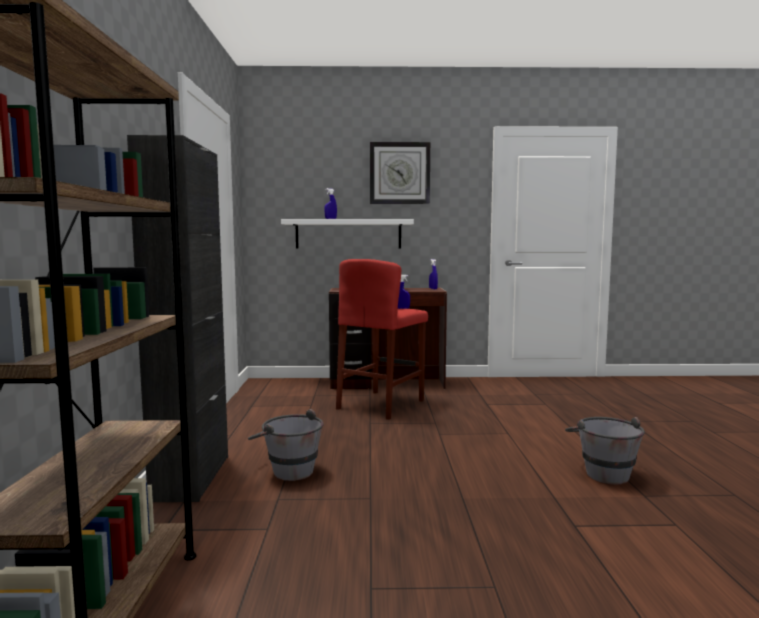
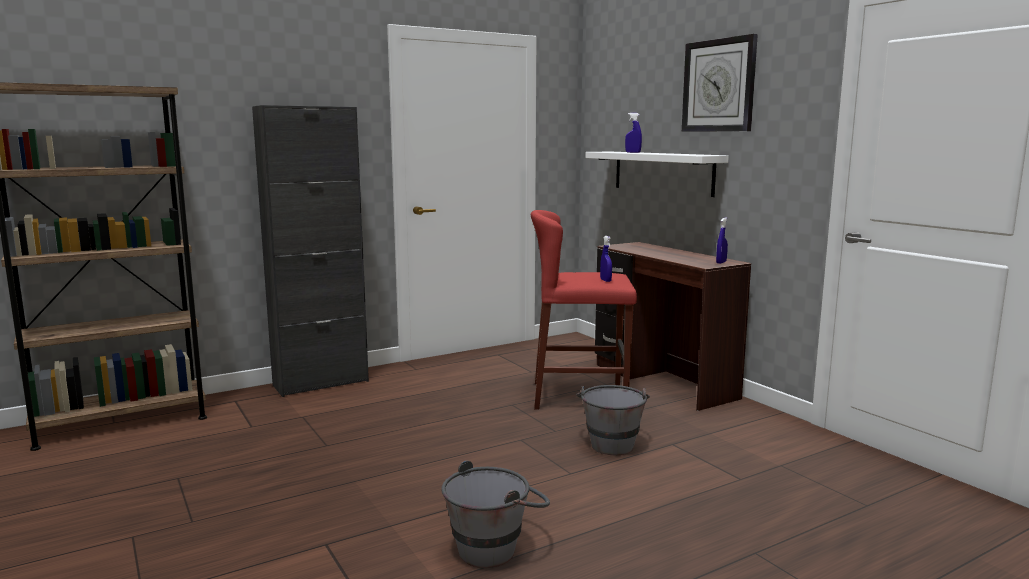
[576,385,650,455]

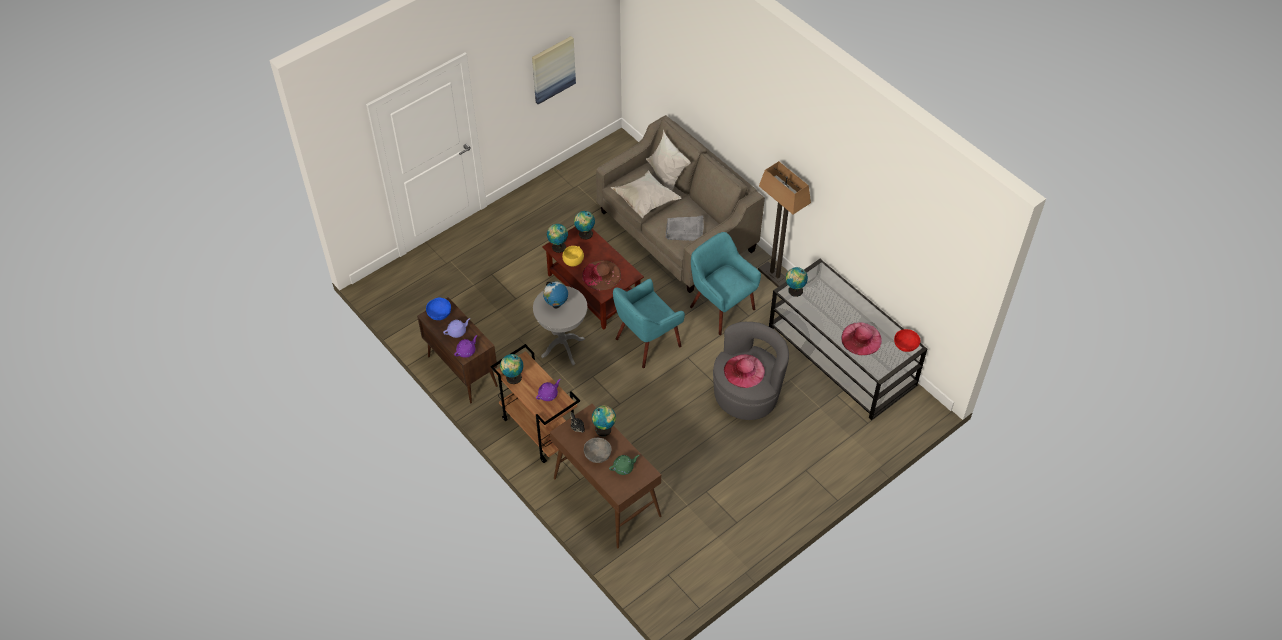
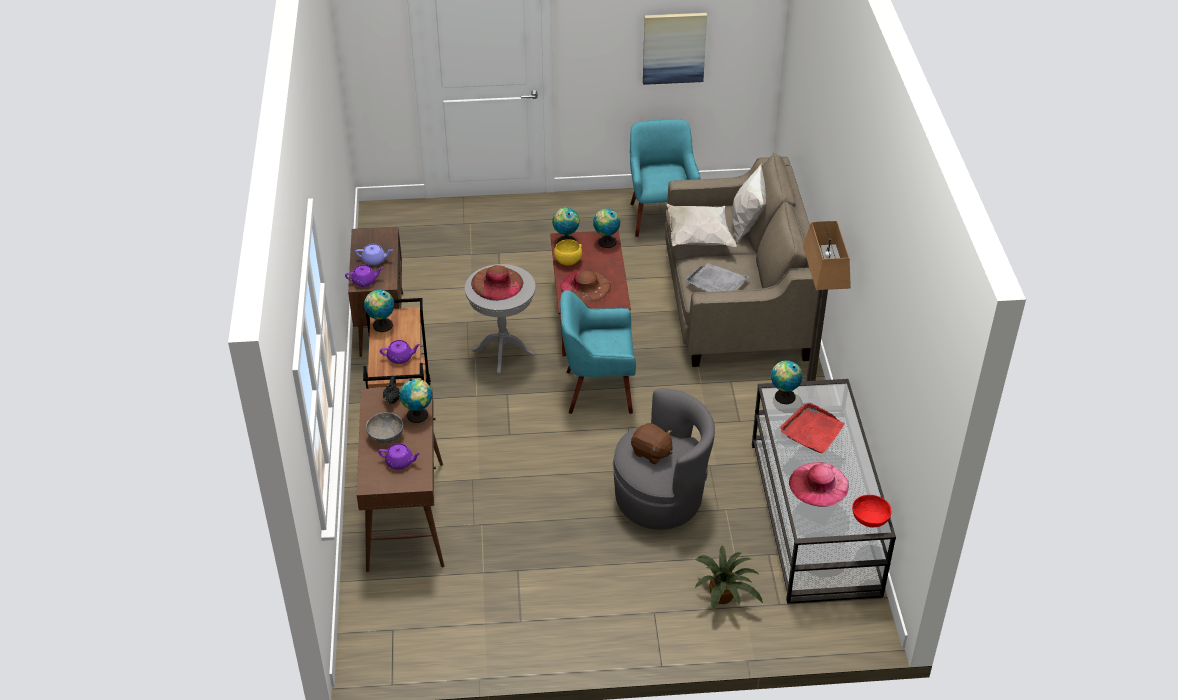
[426,297,451,320] (first image)
[694,545,763,610]
[780,403,845,453]
[630,119,700,237]
[471,265,523,301]
[631,423,672,465]
[378,443,421,470]

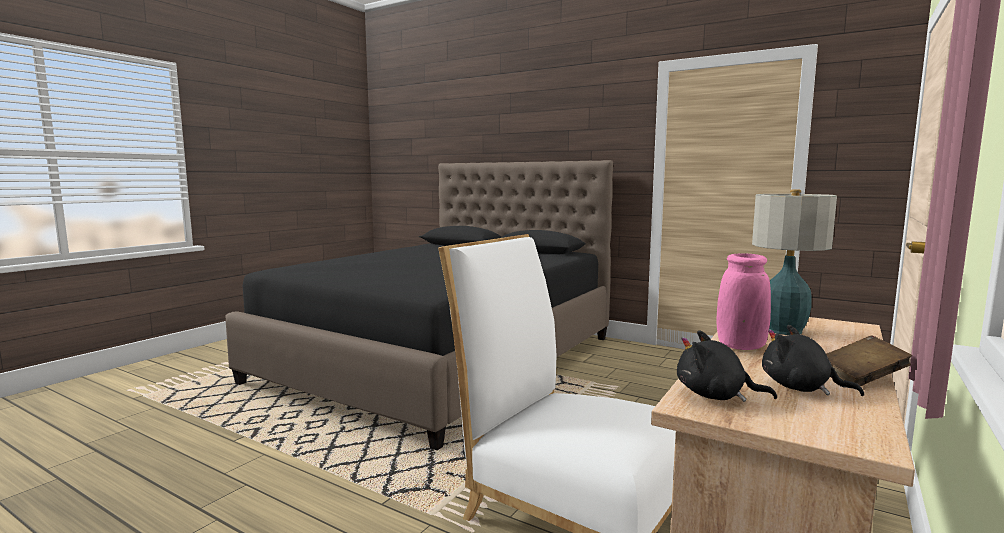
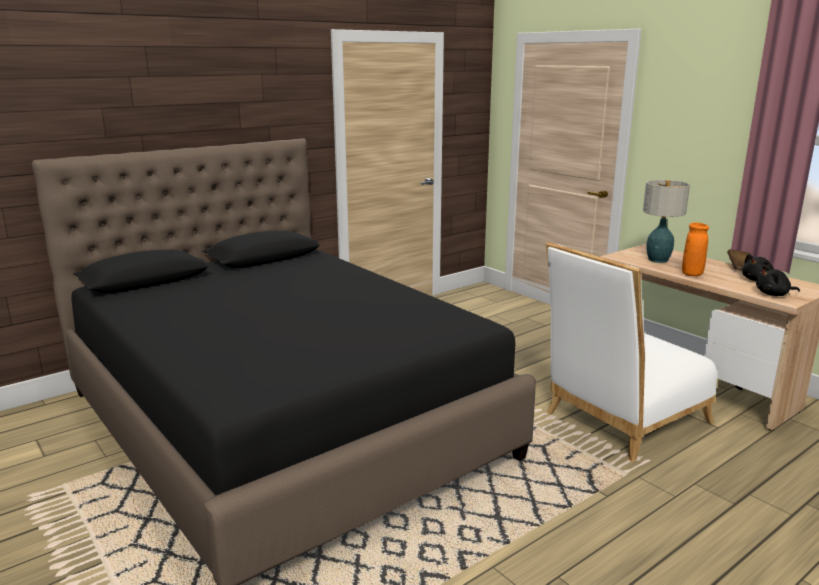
[682,222,709,276]
[756,265,800,296]

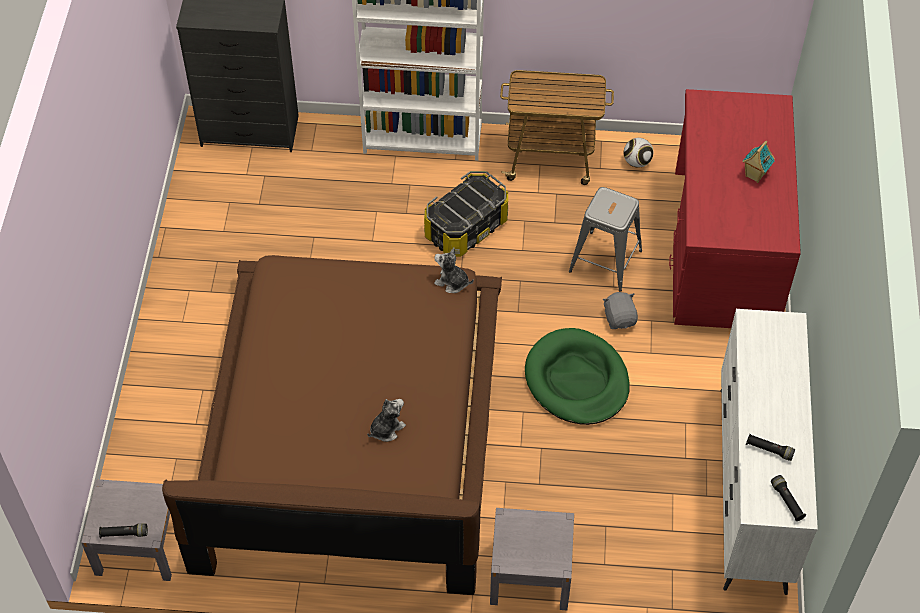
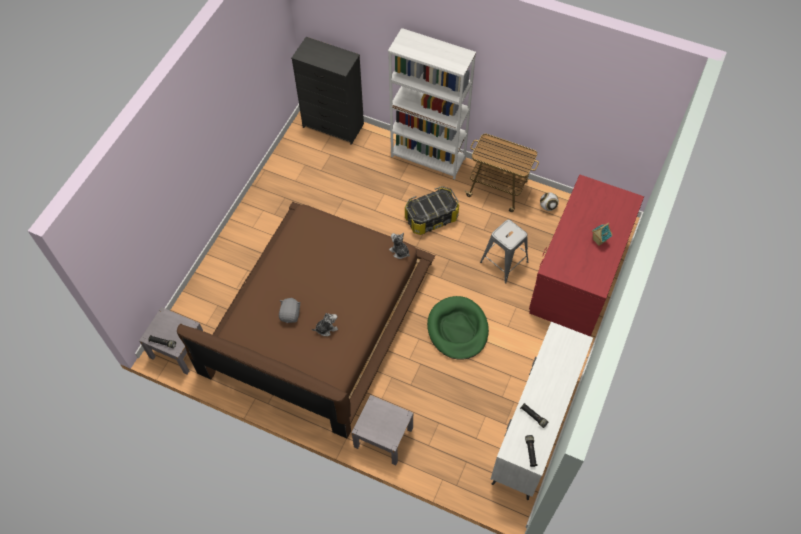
[279,298,301,323]

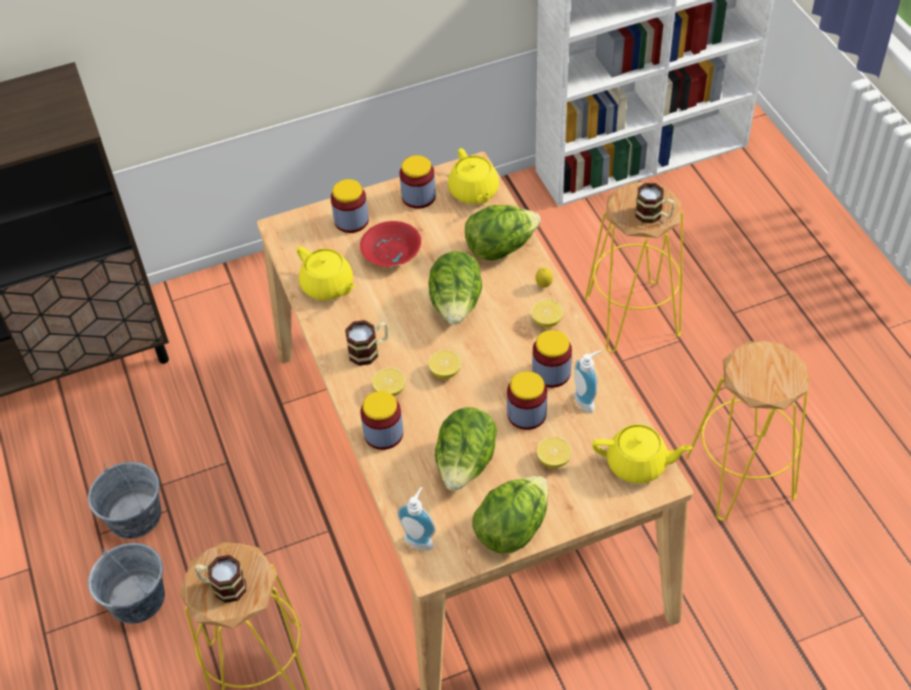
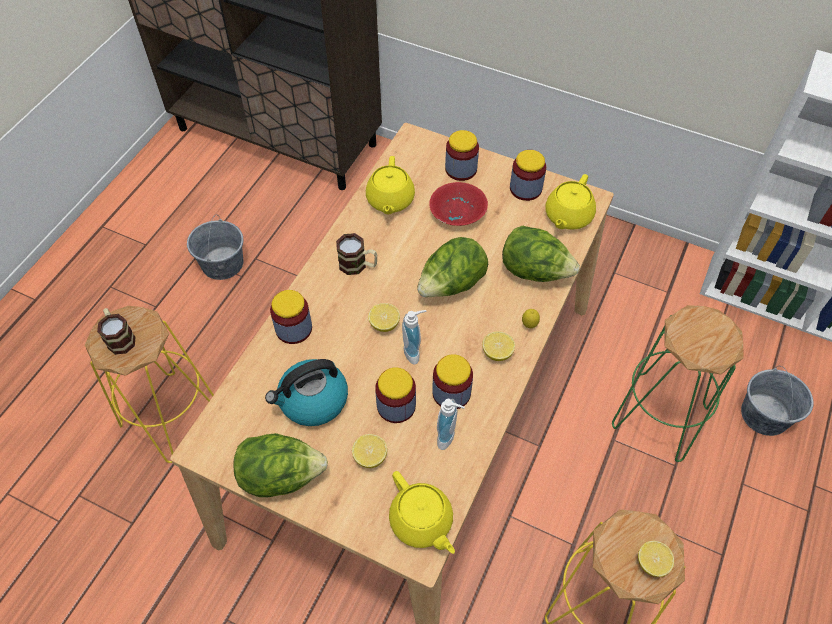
[635,183,675,223] (first image)
[741,366,813,436]
[638,541,674,577]
[402,310,427,364]
[265,359,348,426]
[612,305,744,462]

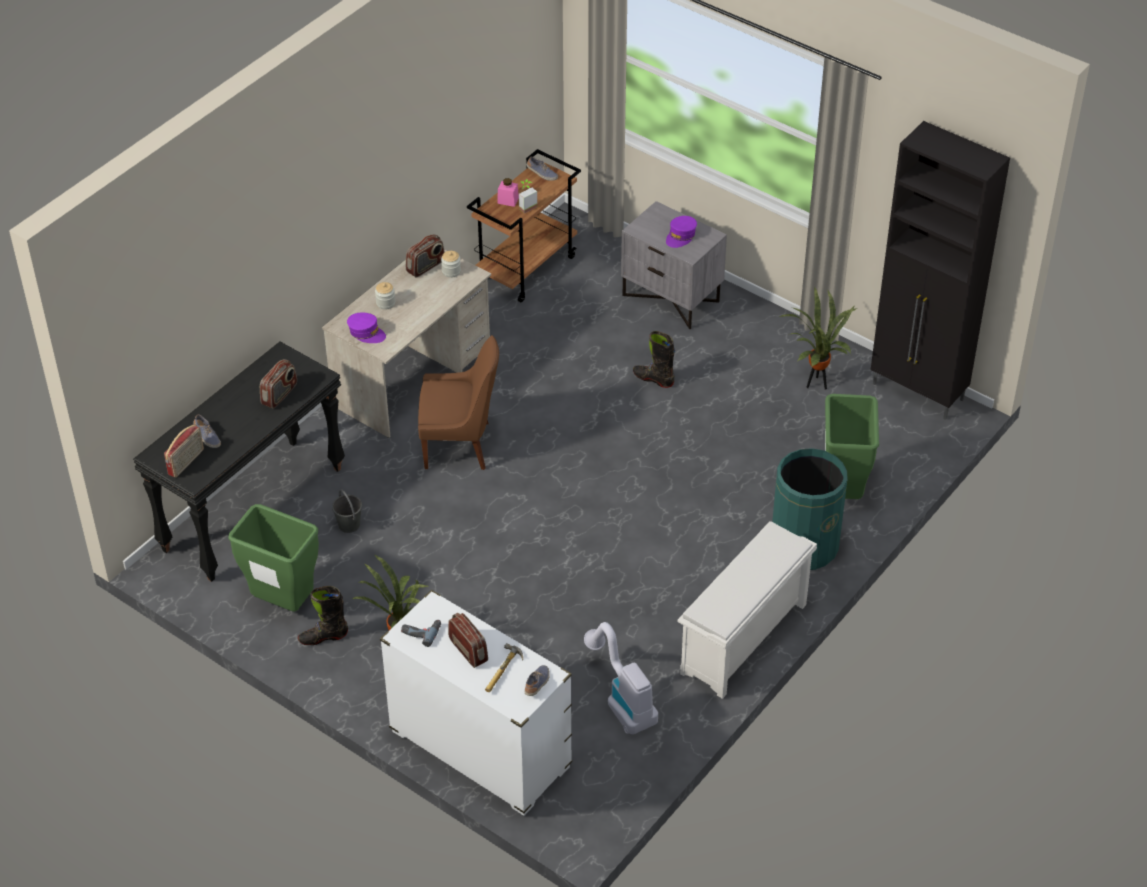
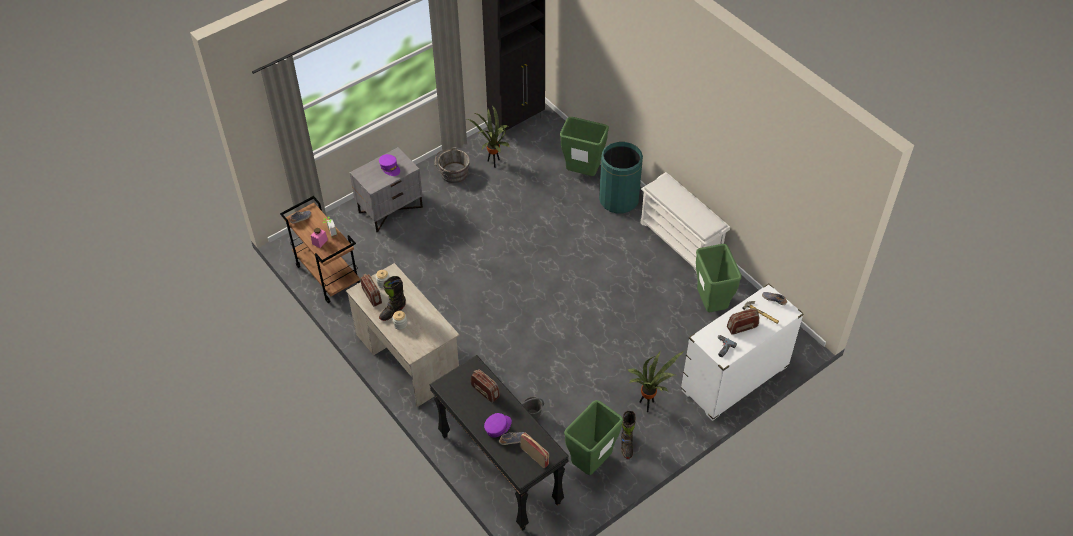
[418,335,499,470] (first image)
[435,147,470,183]
[484,413,512,437]
[379,276,406,321]
[696,244,742,312]

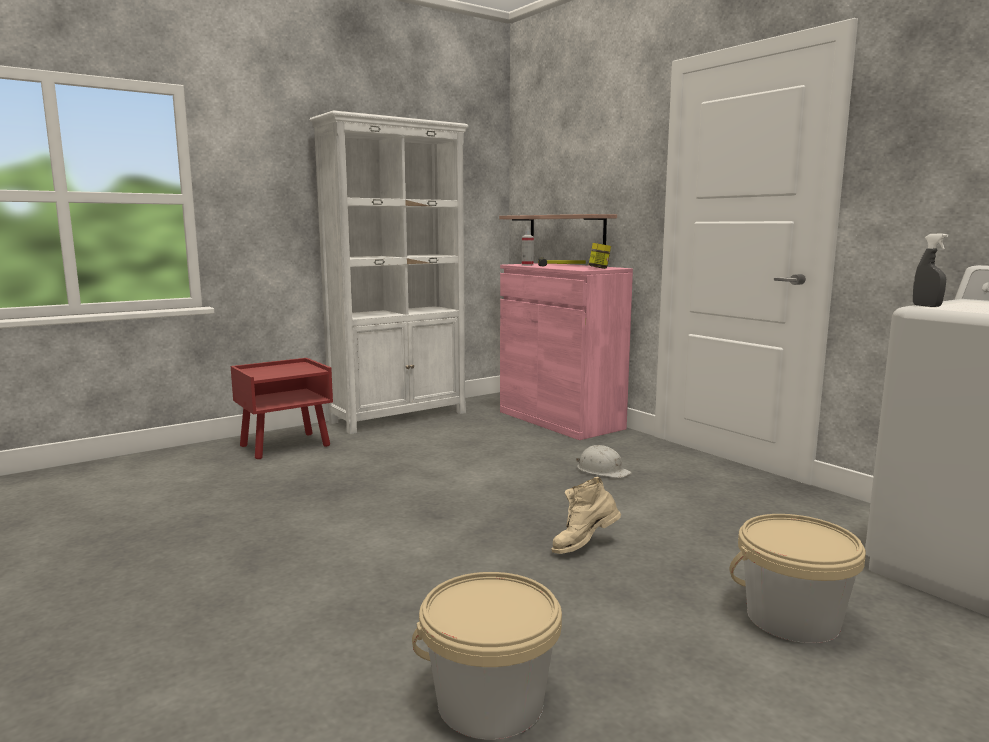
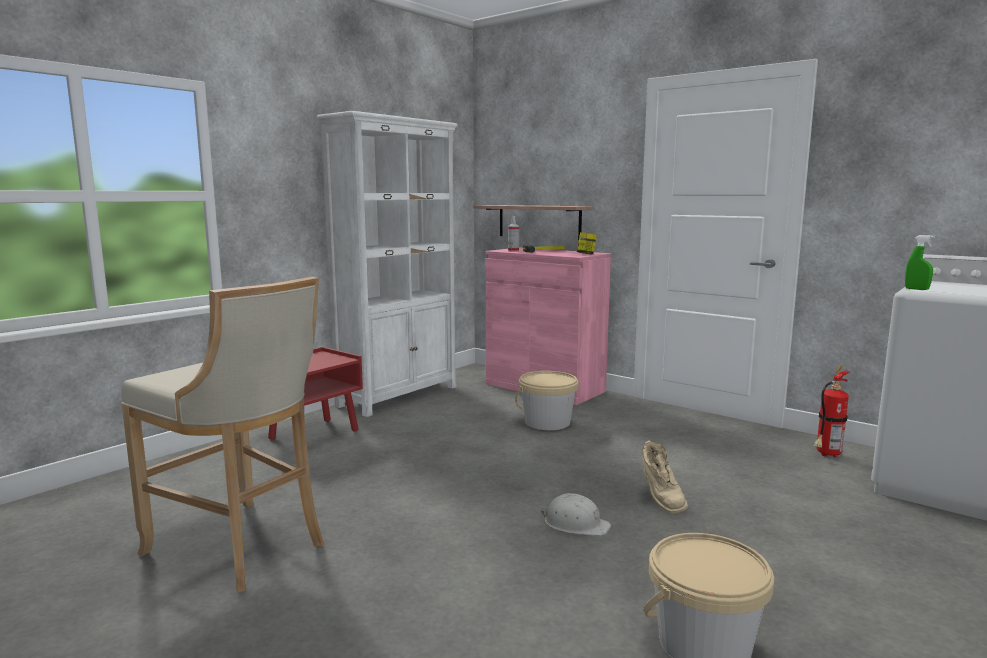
[121,277,323,592]
[814,366,849,457]
[541,493,611,536]
[515,371,579,431]
[905,235,934,290]
[642,440,688,514]

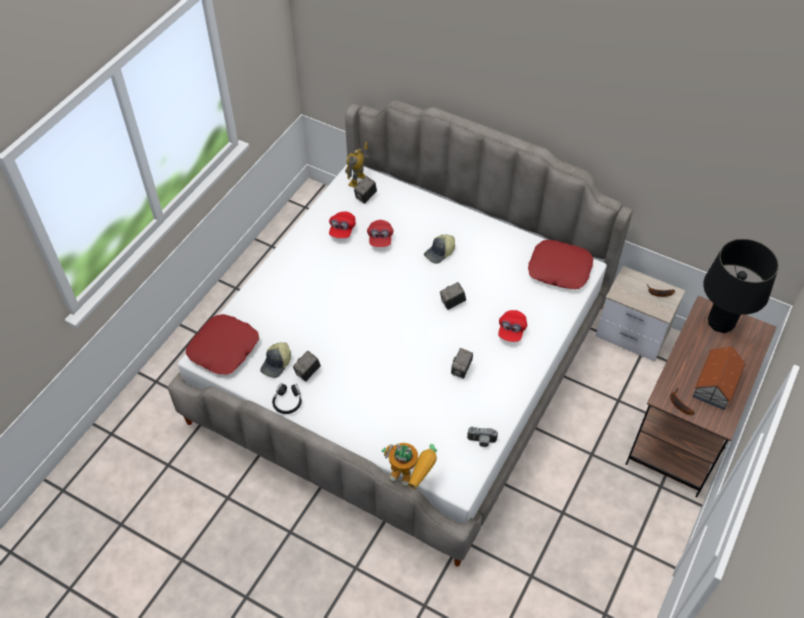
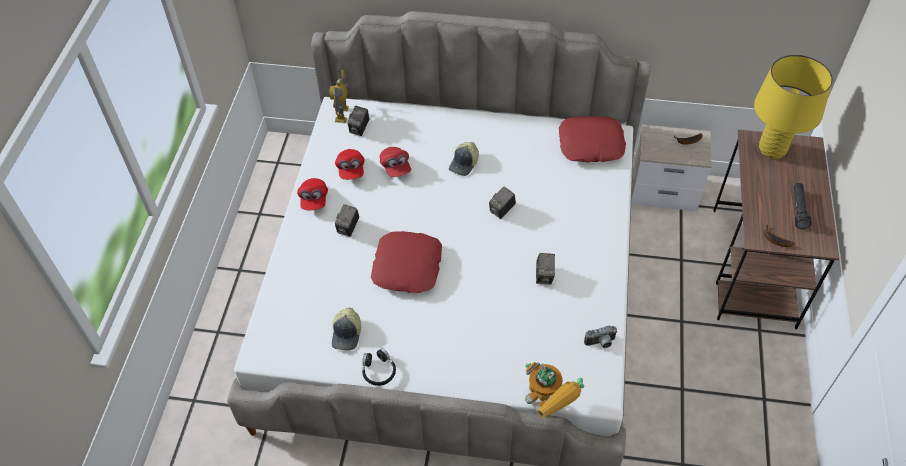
[371,231,442,293]
[335,204,359,237]
[297,178,328,210]
[794,183,812,229]
[754,55,833,159]
[525,362,584,418]

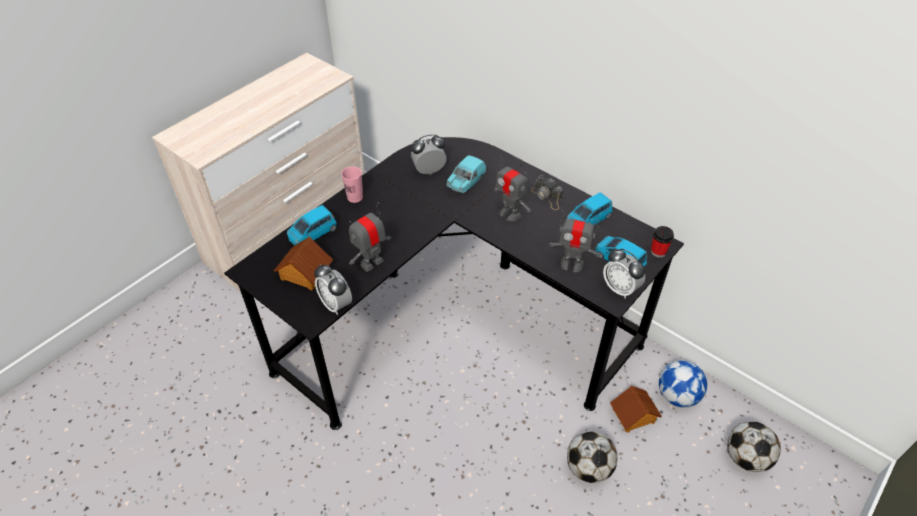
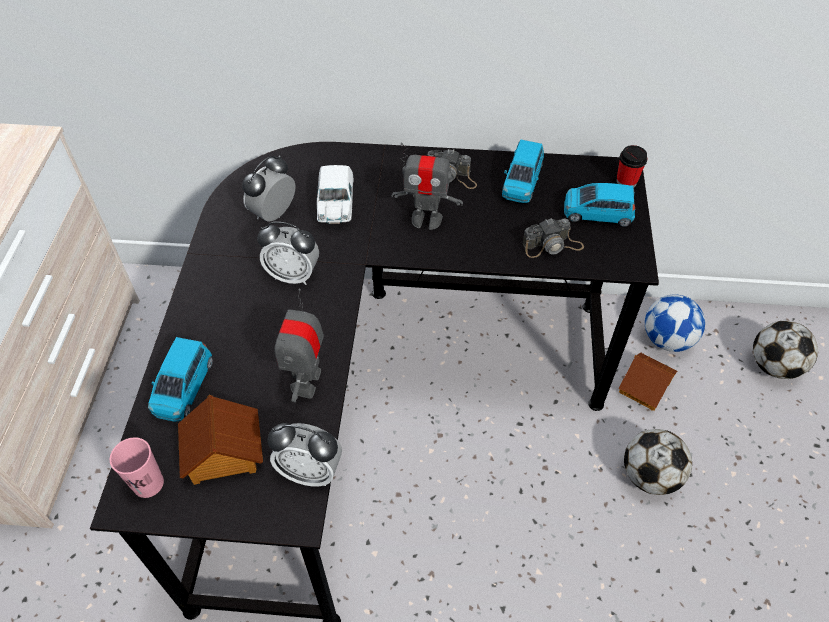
[110,437,164,498]
[257,222,319,285]
[522,218,584,258]
[317,165,354,224]

